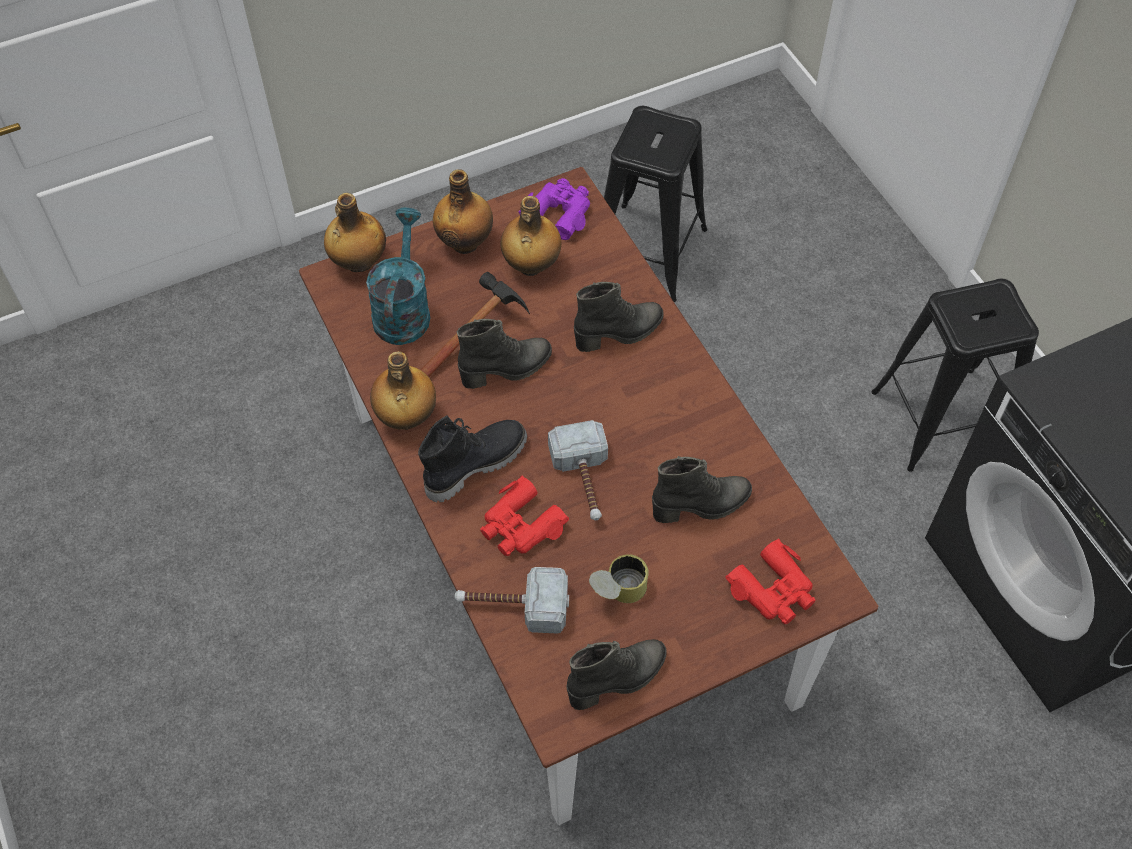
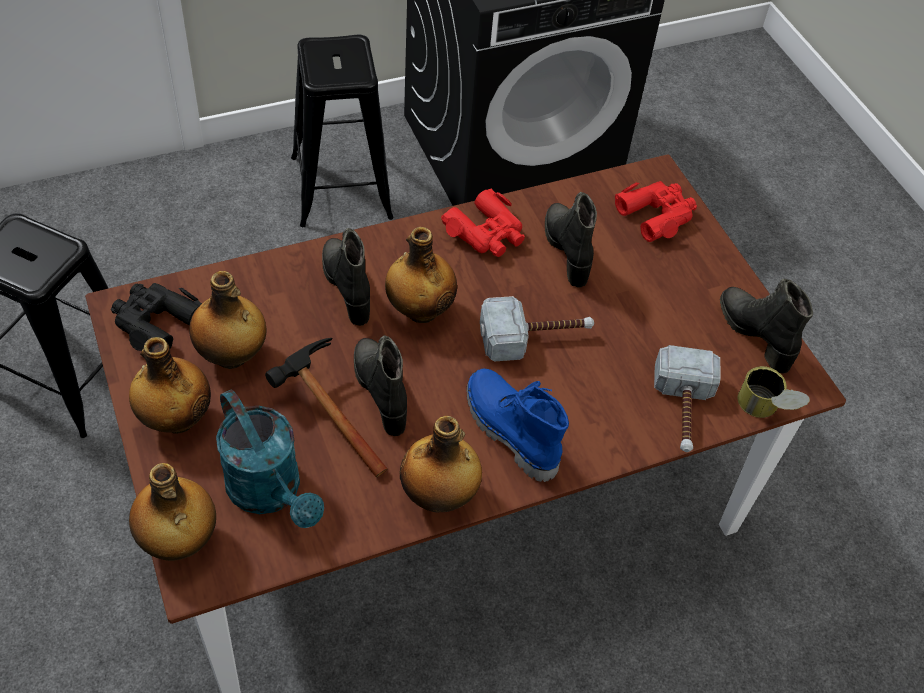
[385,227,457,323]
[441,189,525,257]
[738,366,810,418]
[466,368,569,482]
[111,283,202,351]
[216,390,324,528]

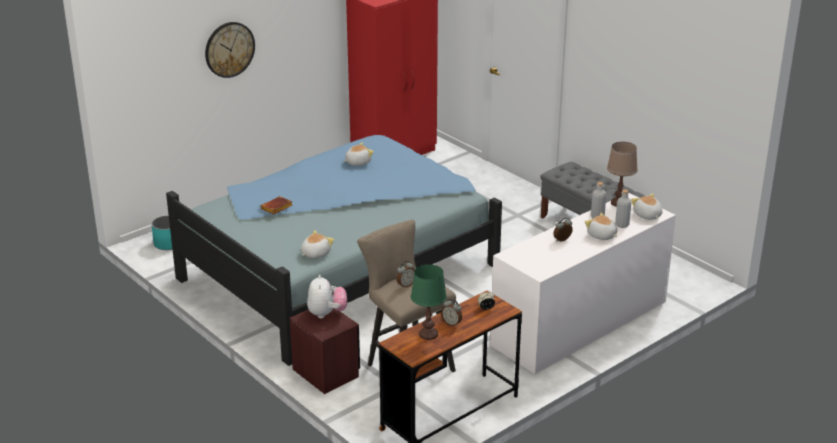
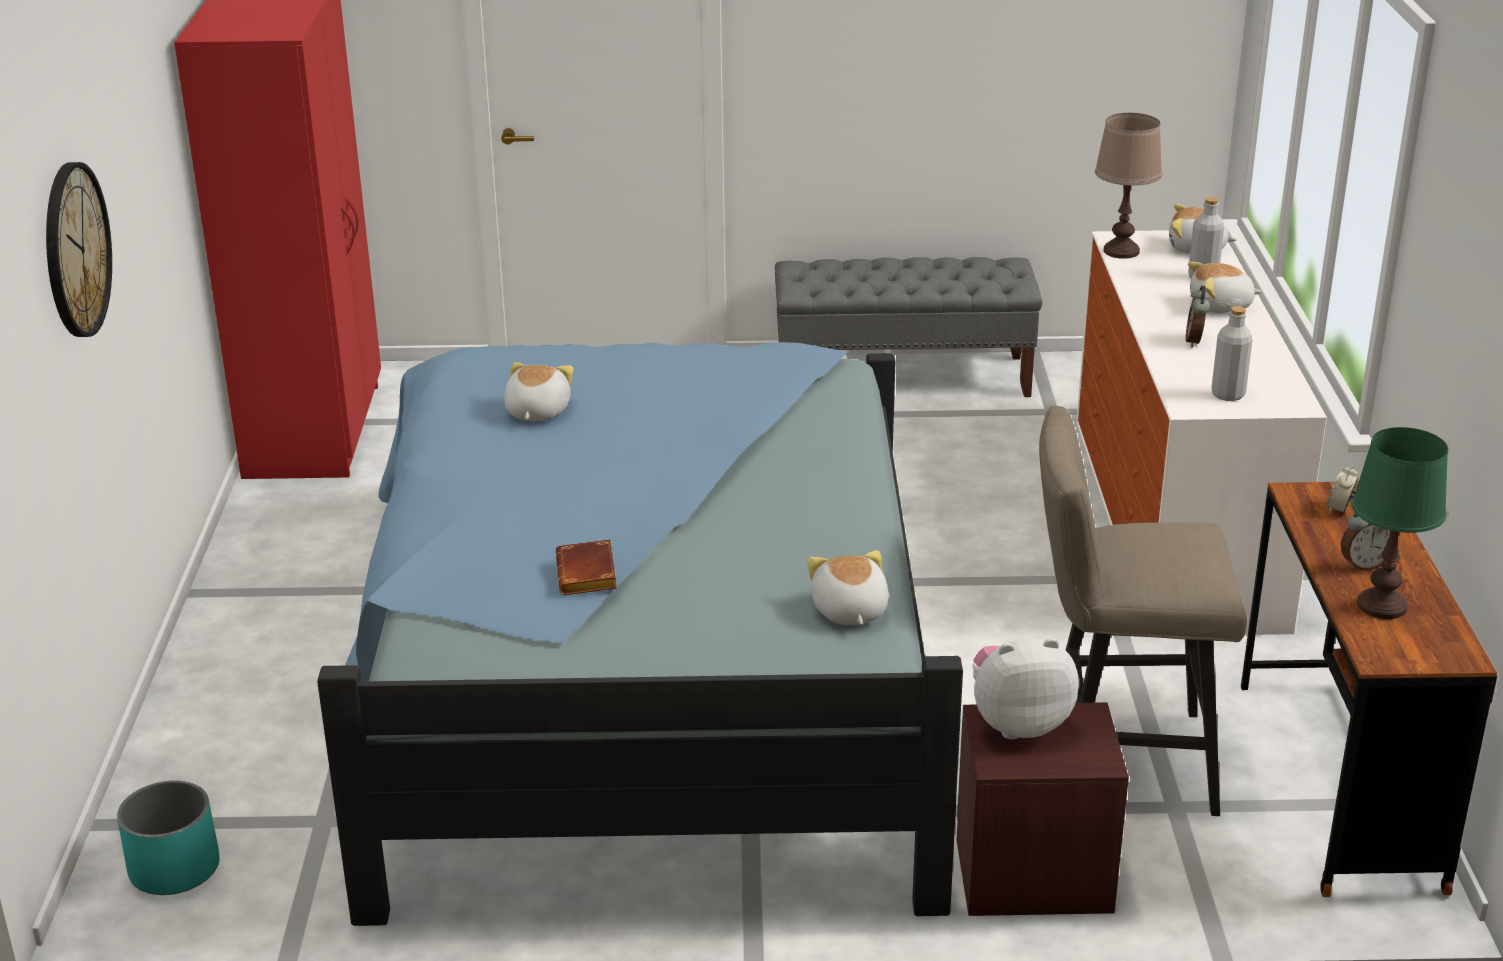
[397,261,415,288] (first image)
[1211,306,1252,401]
[972,638,1079,739]

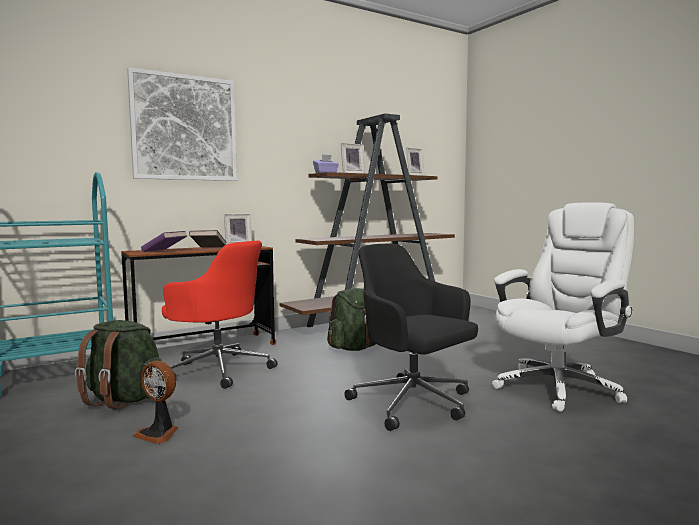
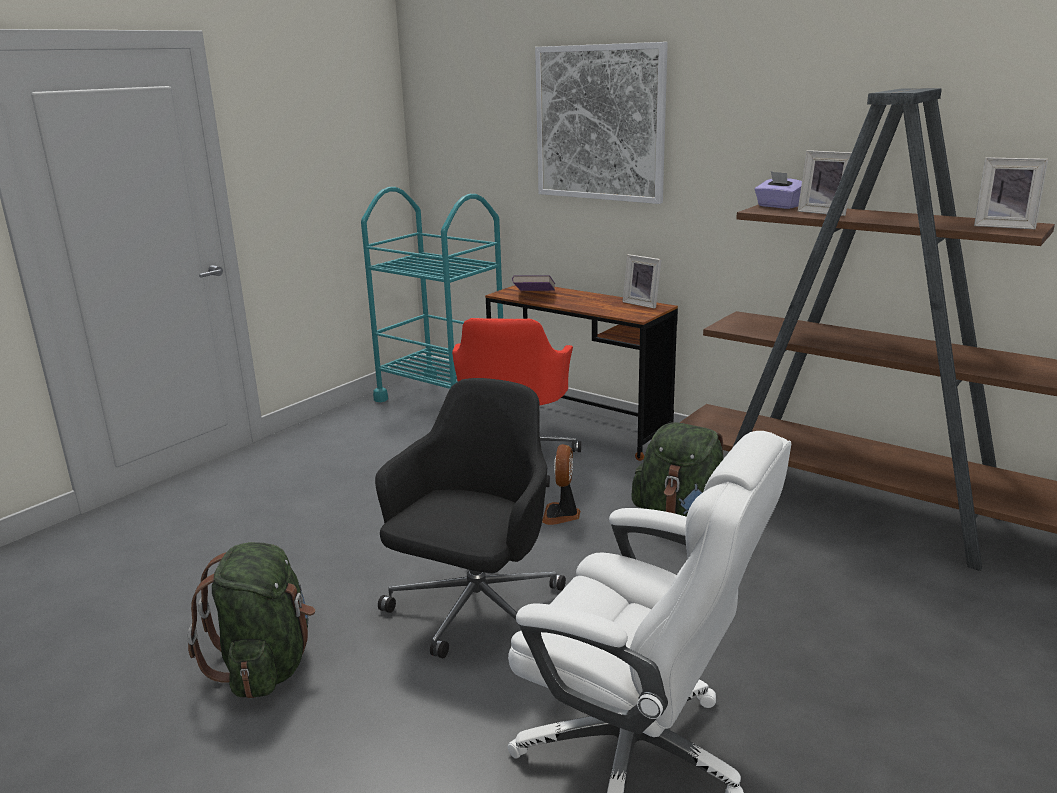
[189,230,227,248] (first image)
[187,542,315,699]
[542,444,580,525]

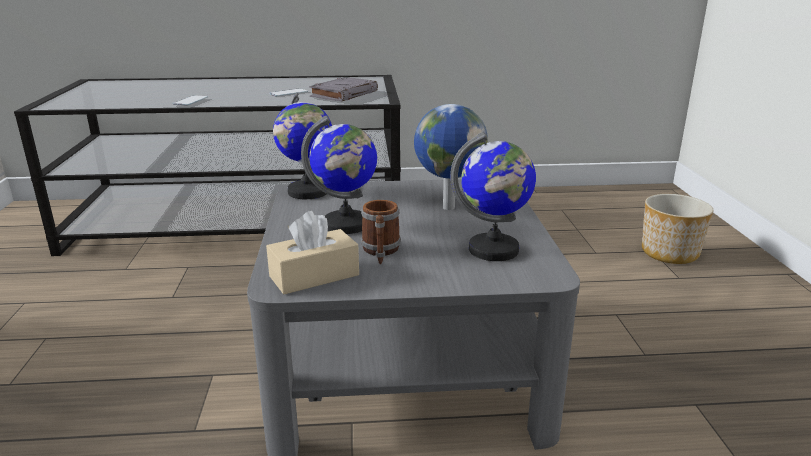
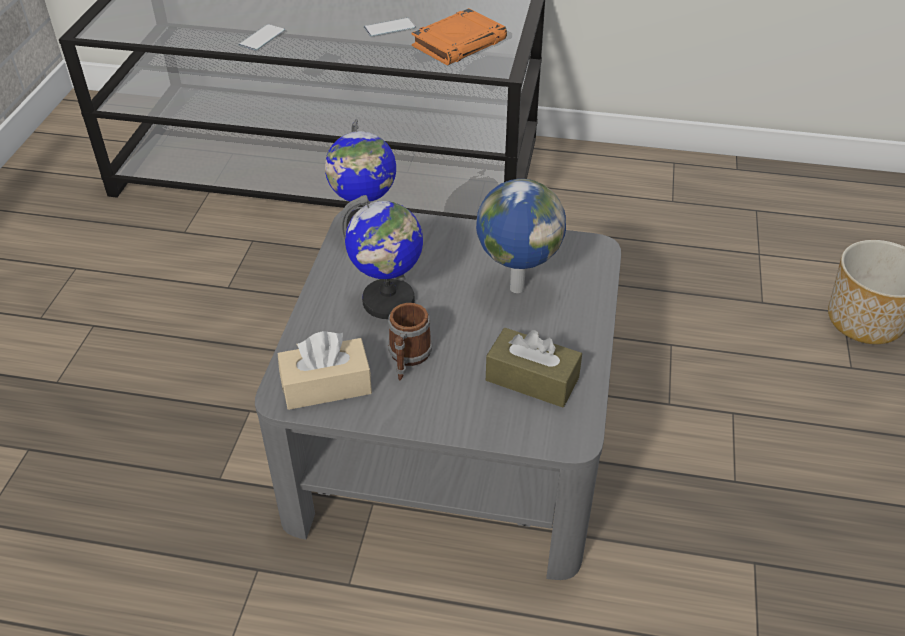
[486,328,582,408]
[411,8,507,65]

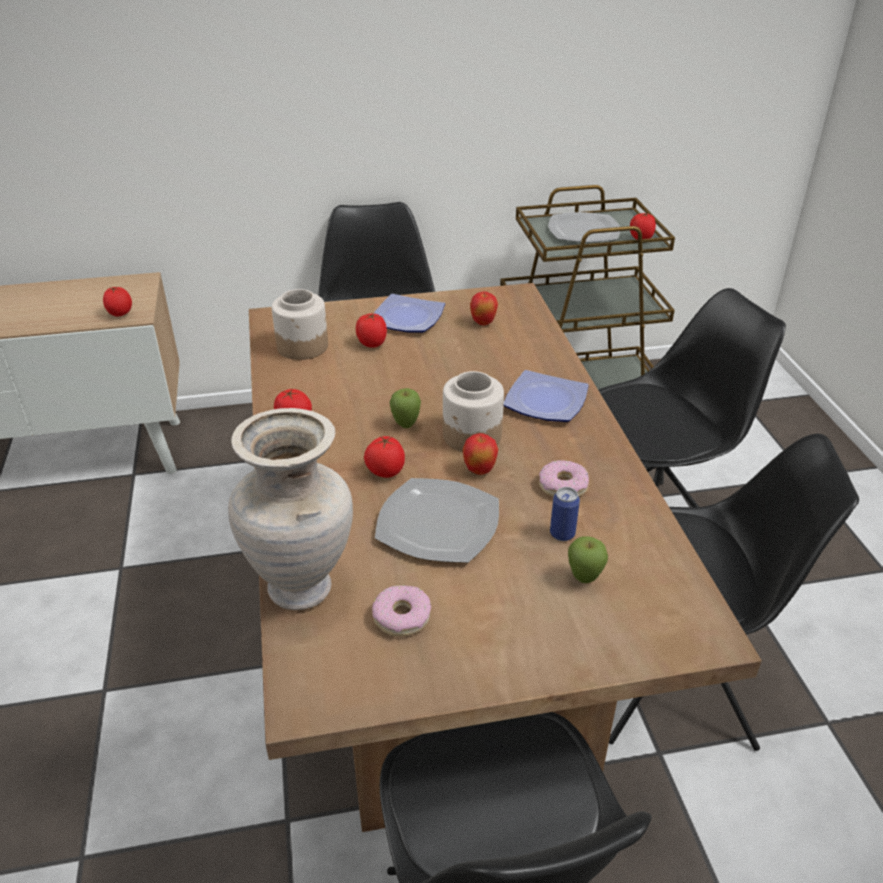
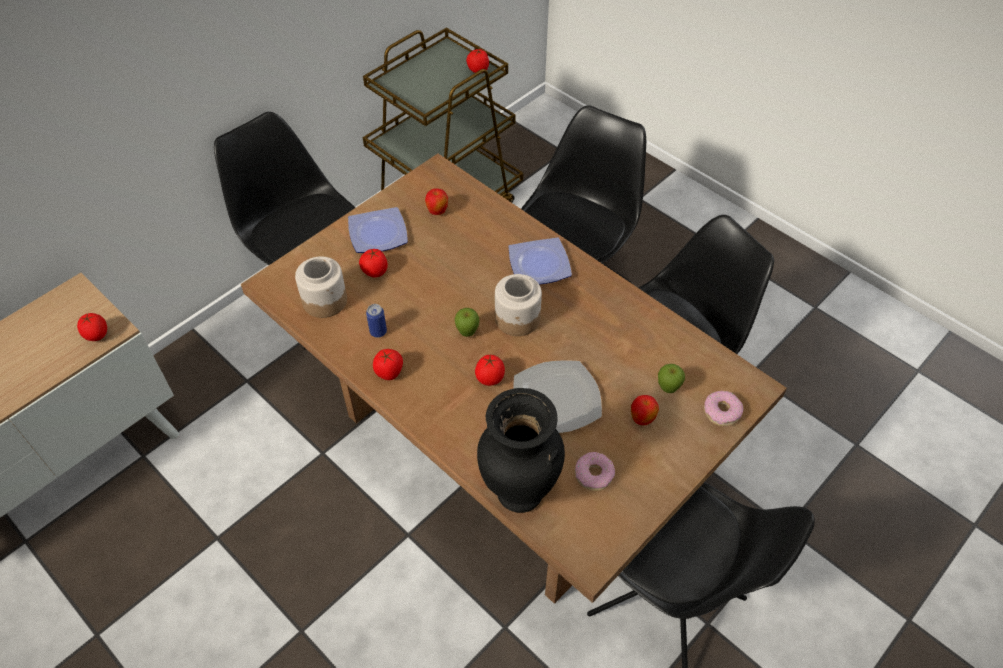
[548,212,620,242] (first image)
[631,395,659,425]
[704,391,744,426]
[366,304,387,338]
[477,388,565,513]

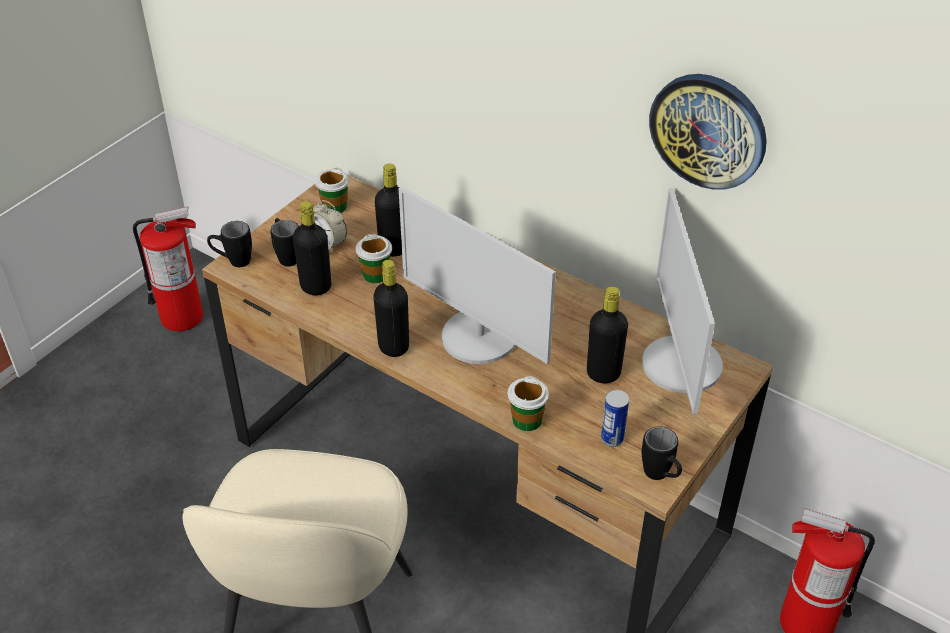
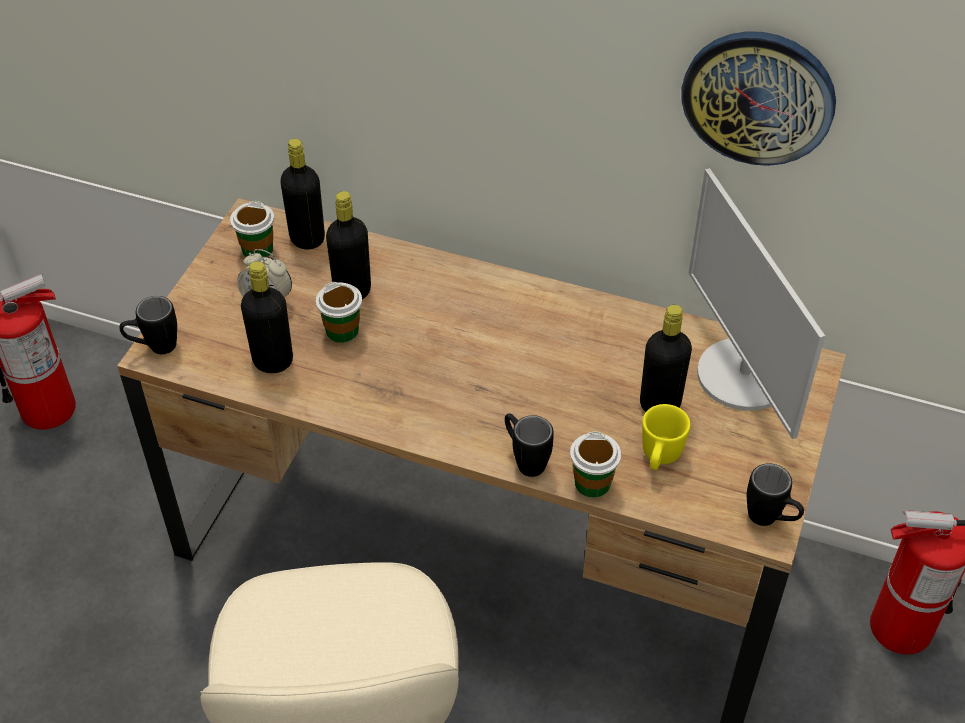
[399,186,556,364] (first image)
[601,390,629,447] (first image)
[642,404,691,470]
[505,413,554,477]
[280,139,325,250]

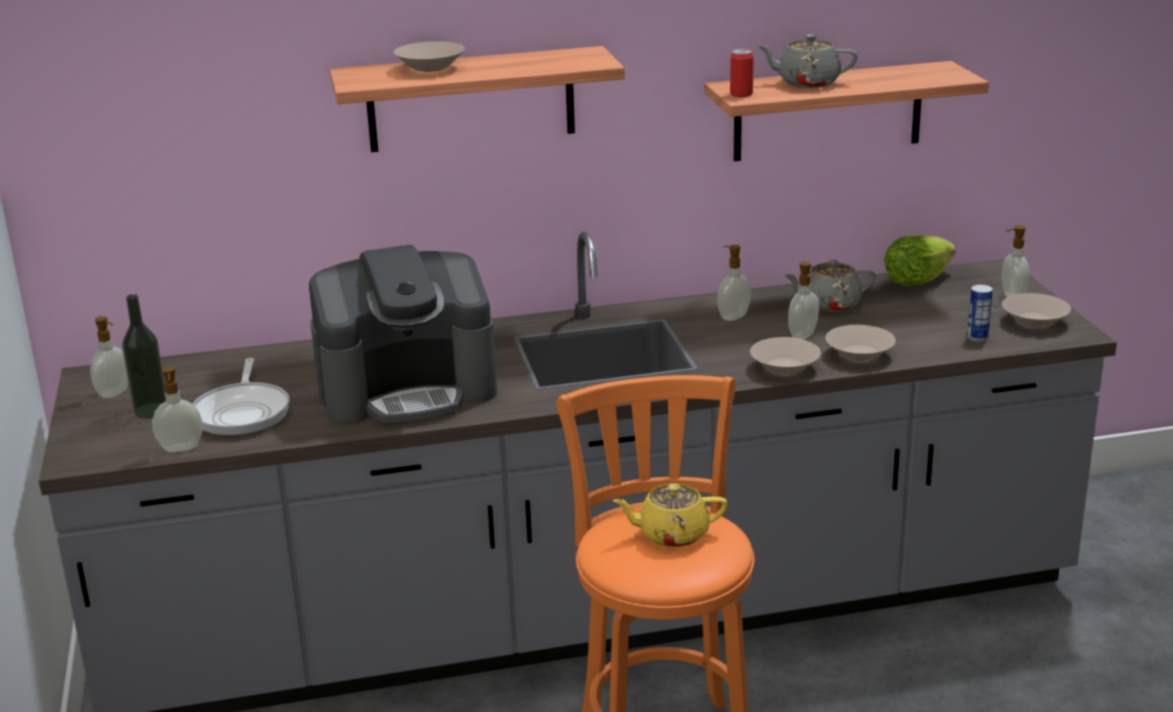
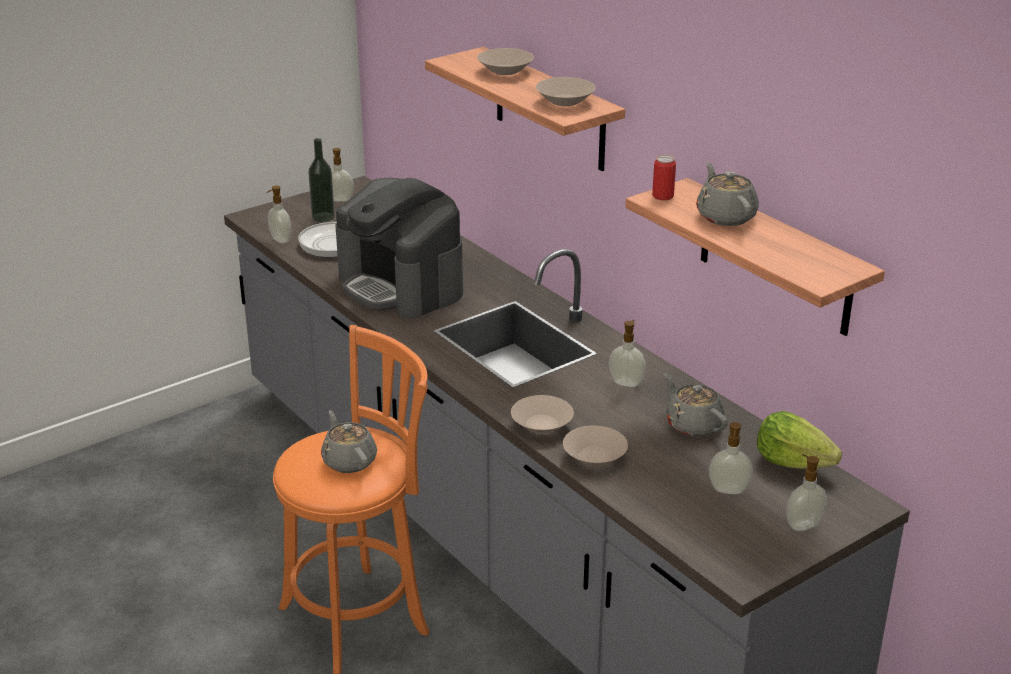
[967,284,993,342] (first image)
[709,422,753,494]
[536,77,596,106]
[321,410,377,473]

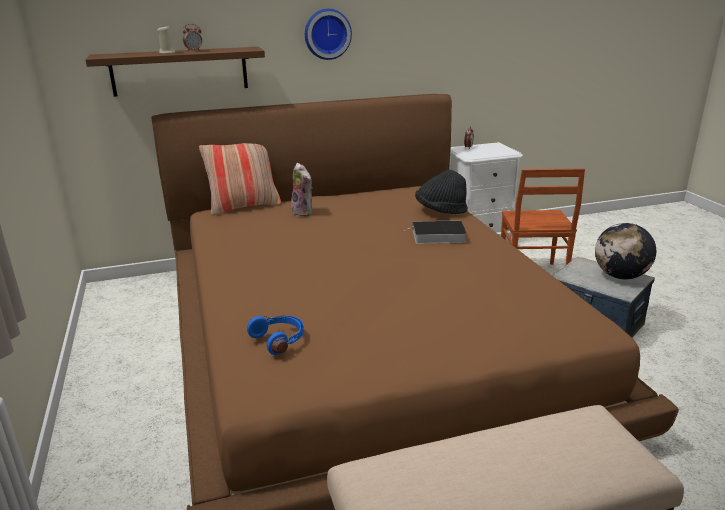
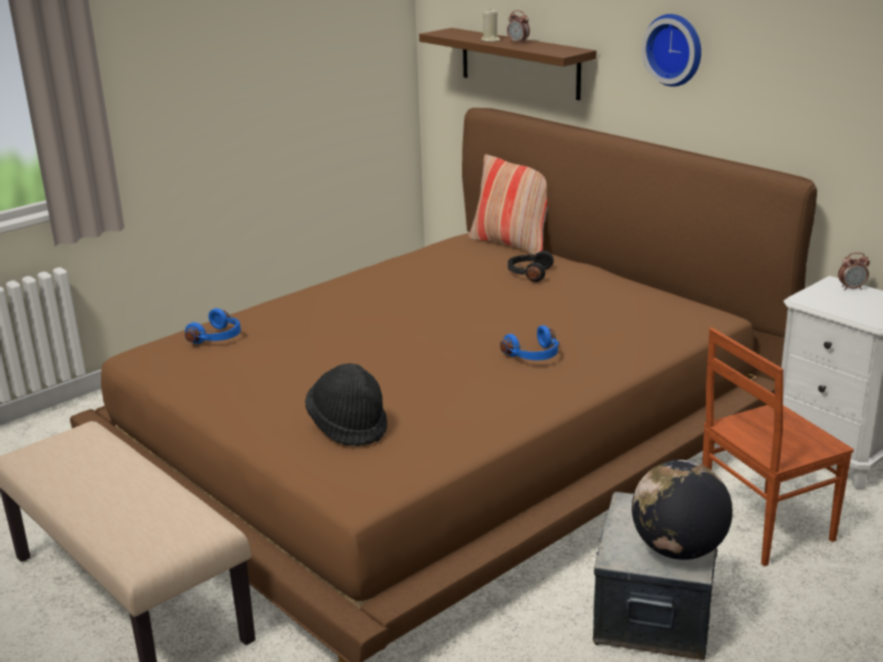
[305,363,387,446]
[508,251,554,282]
[500,325,559,360]

